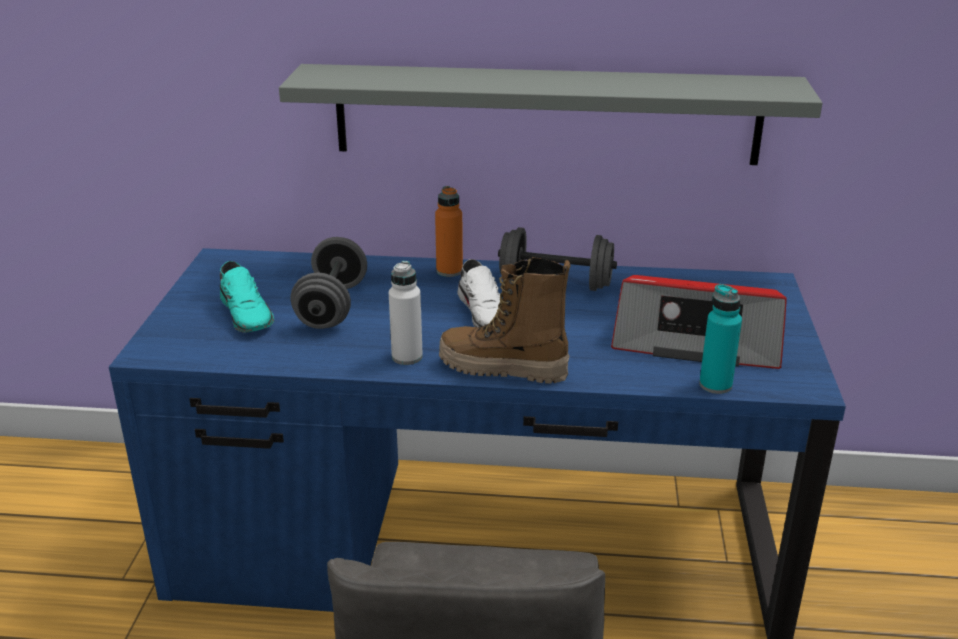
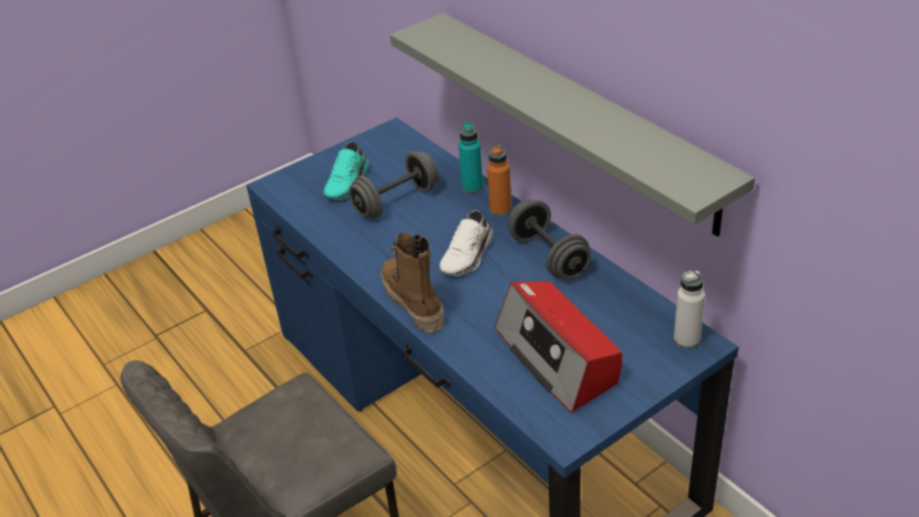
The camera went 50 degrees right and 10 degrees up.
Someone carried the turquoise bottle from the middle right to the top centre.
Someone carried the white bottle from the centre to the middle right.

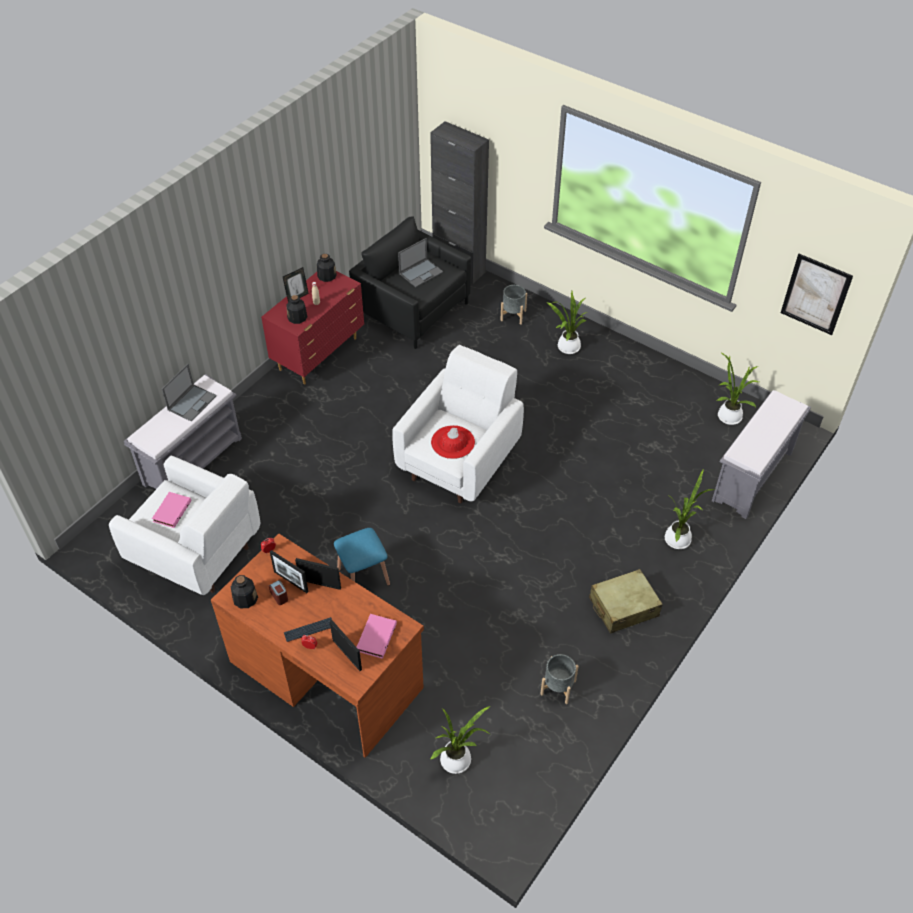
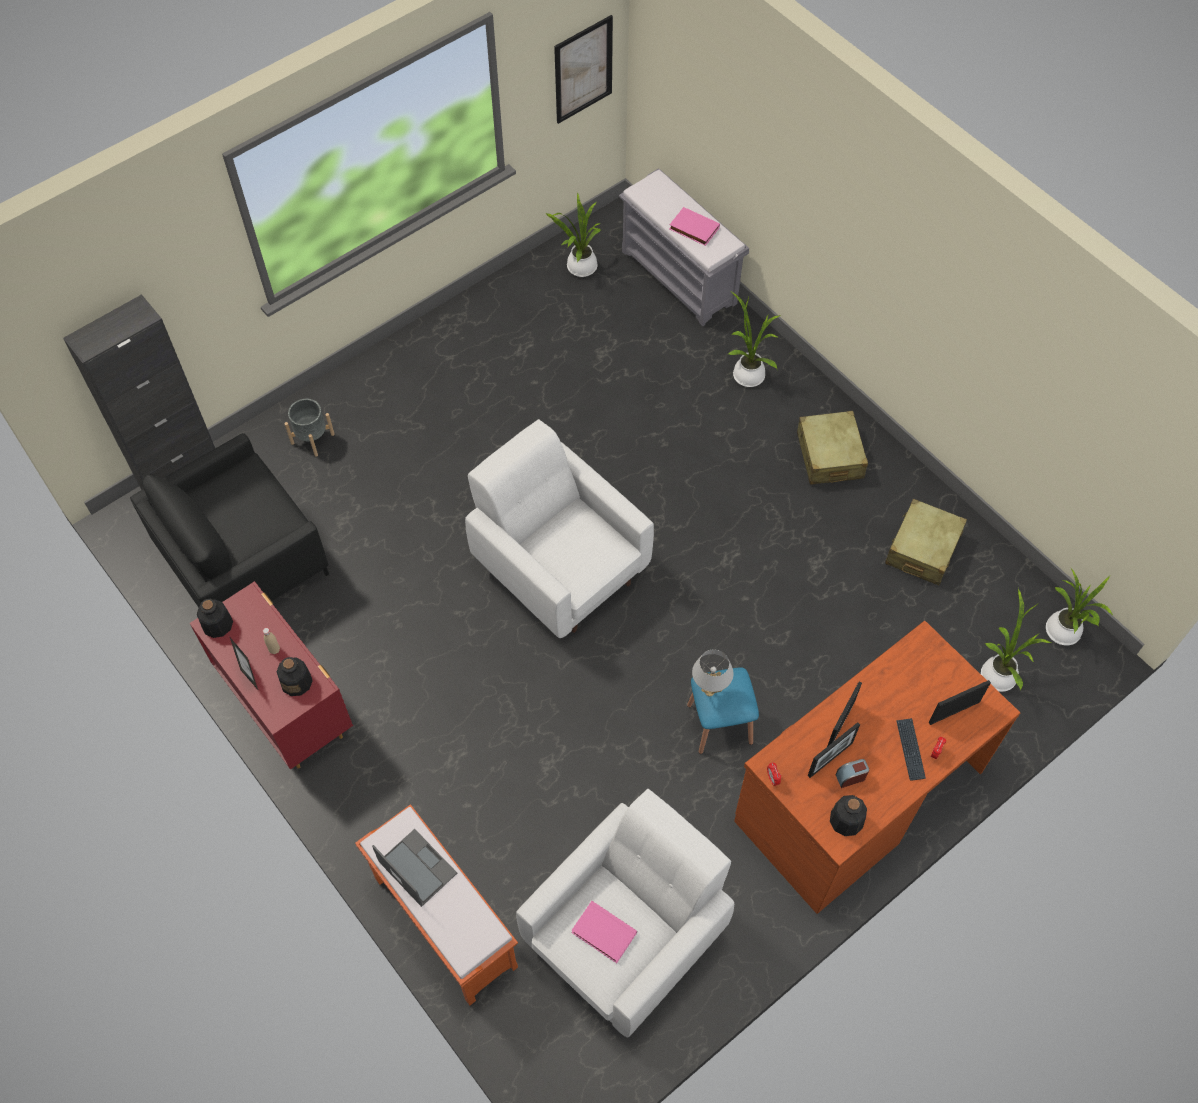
The camera went 75 degrees left and 10 degrees up.
Someone repainted the grey bench (1st from left) at the middle left, which became the orange bench at the bottom centre.
Someone carried the pink book (2nd from left) from the bottom centre to the top centre.
Someone put down the white table lamp at the centre.
Someone swapped the grey planter (2nd from left) at the bottom centre for the beige suitcase (2nd from left) at the middle right.
Someone carried the potted plant (2nd from left in the first image) from the centre to the middle right.
Someone took away the laptop (2nd from left) at the top centre.
Someone took away the red hat at the centre.

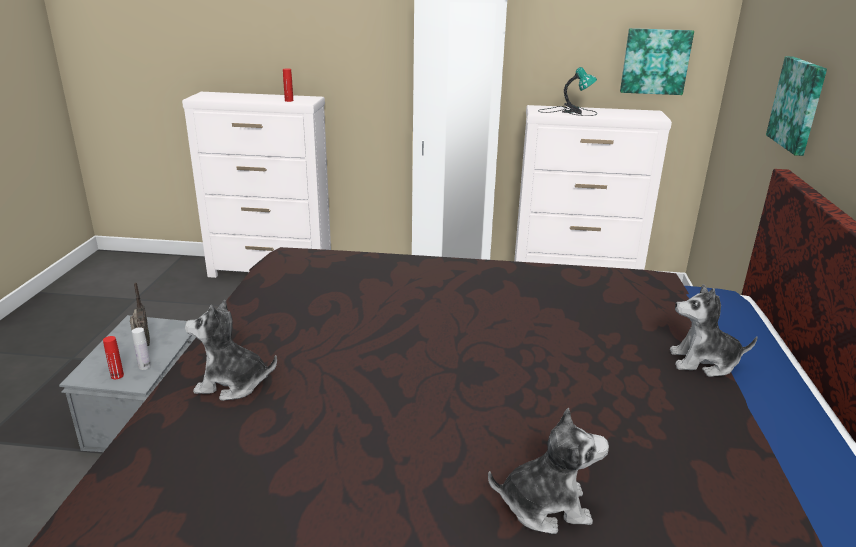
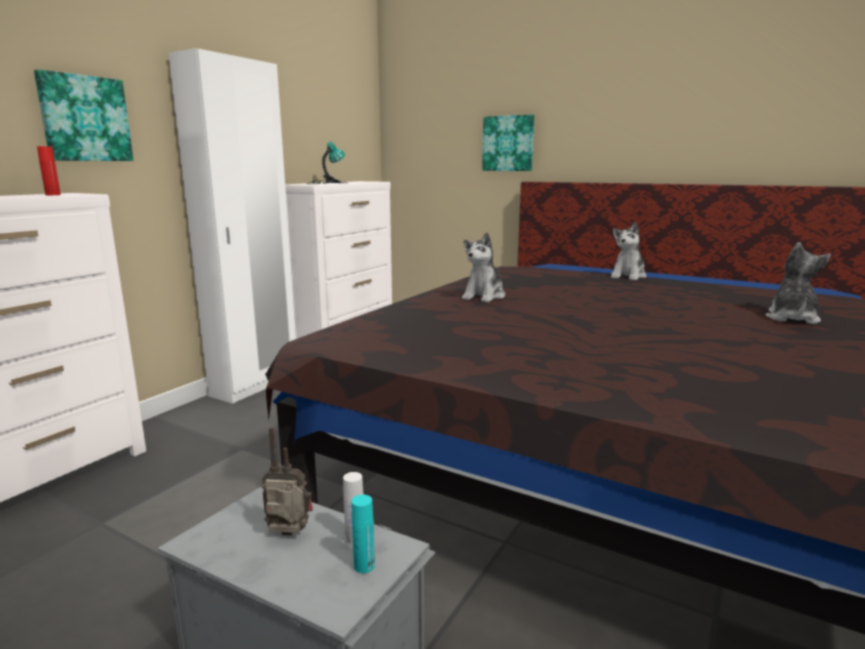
The camera went 65 degrees left and 10 degrees down.
Someone carried the picture (1st from left) from the top right to the top left.
Someone repainted the red bottle (1st from left) at the middle left, which became the turquoise bottle at the bottom centre.
Someone carried the plush toy (1st from left) from the middle left to the centre.

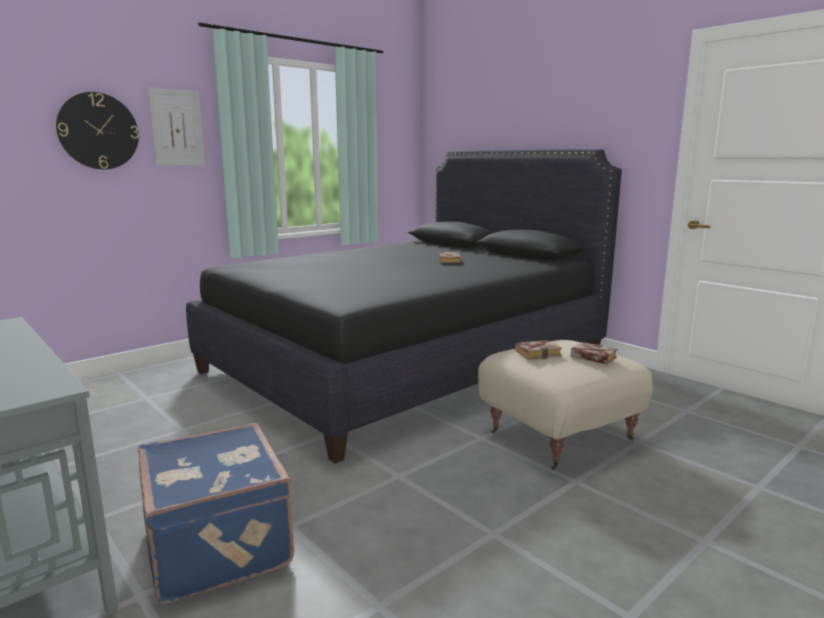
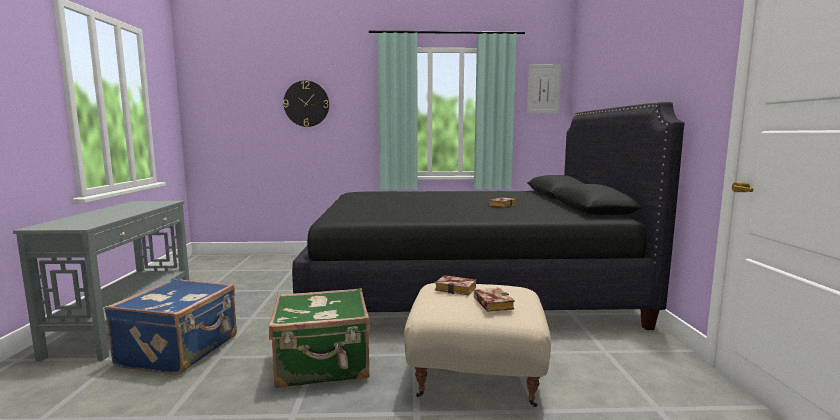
The camera went 40 degrees right and 5 degrees down.
Someone put down the green suitcase at the bottom centre.
Someone carried the picture from the top left to the top centre.

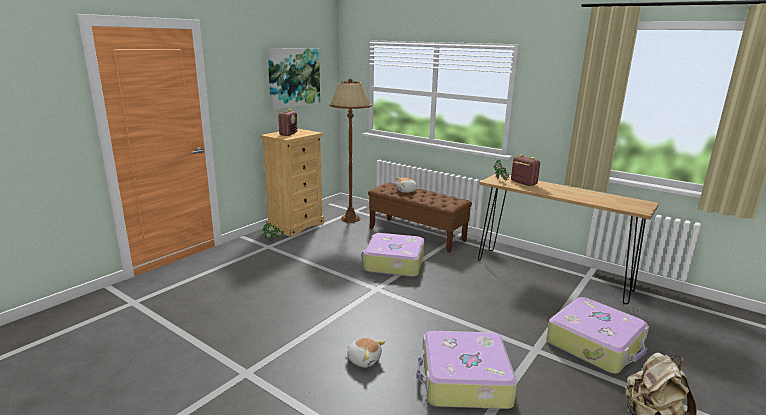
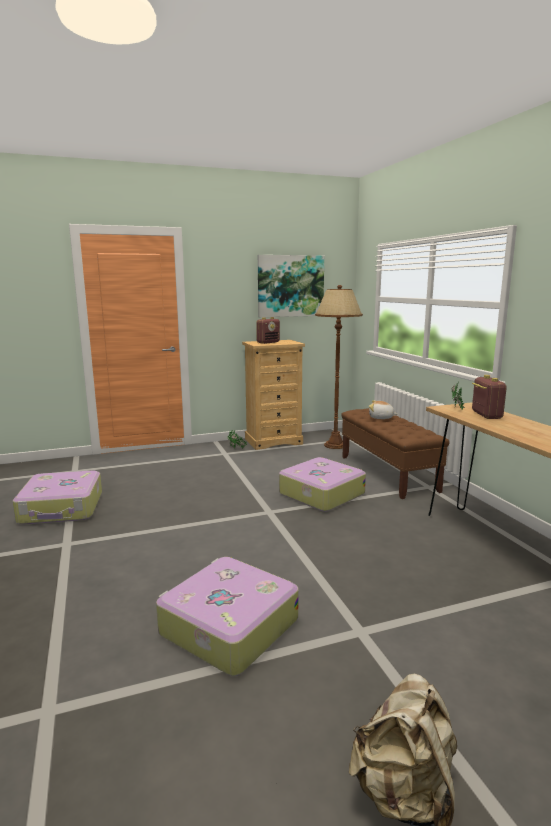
The camera went 35 degrees right and 5 degrees down.
Someone carried the suitcase (3rd from left in the first image) from the bottom right to the middle left.
Someone took away the plush toy (1st from left) at the bottom centre.

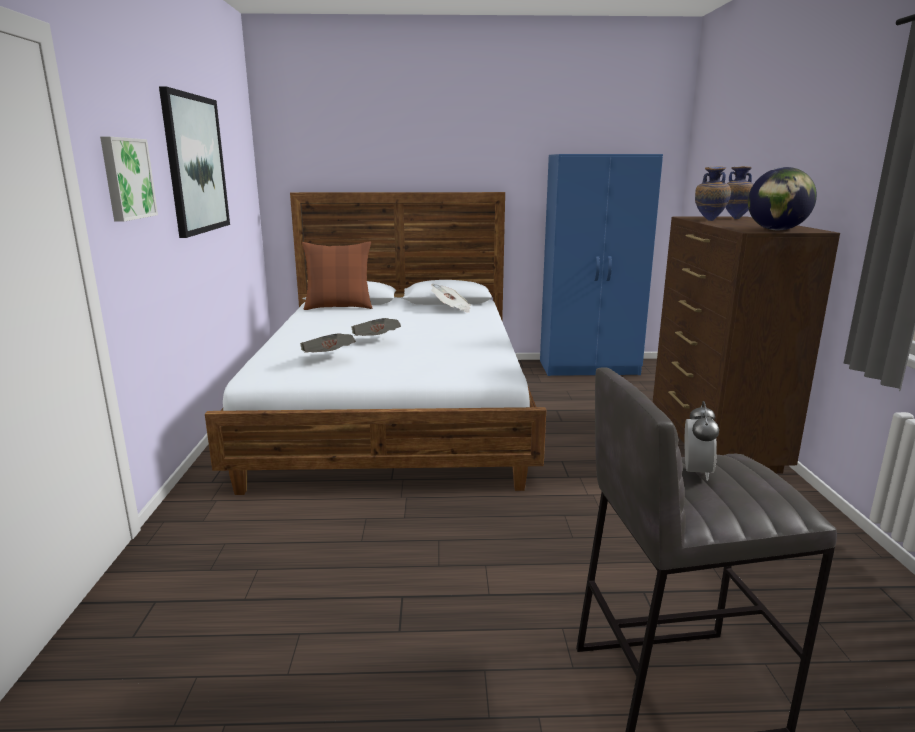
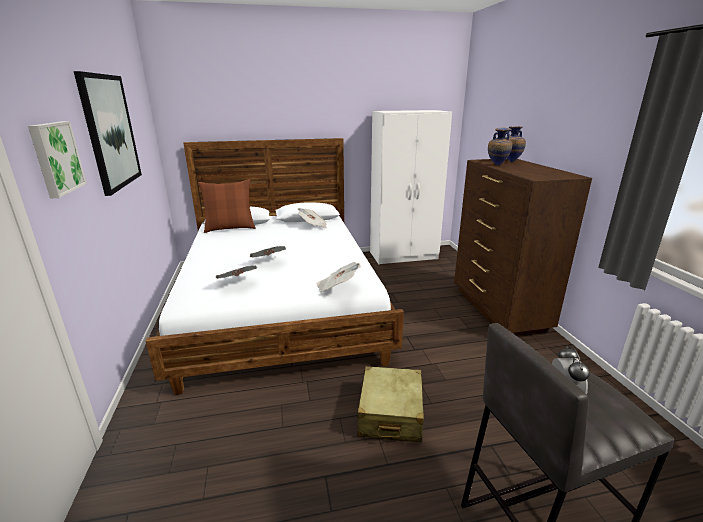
The camera went 10 degrees left and 5 degrees up.
Someone put down the newspaper (4th from left) at the centre.
Someone put down the beige suitcase at the bottom centre.
Someone repainted the blue wardrobe at the centre, which became the white wardrobe at the centre.
Someone took away the globe at the top right.

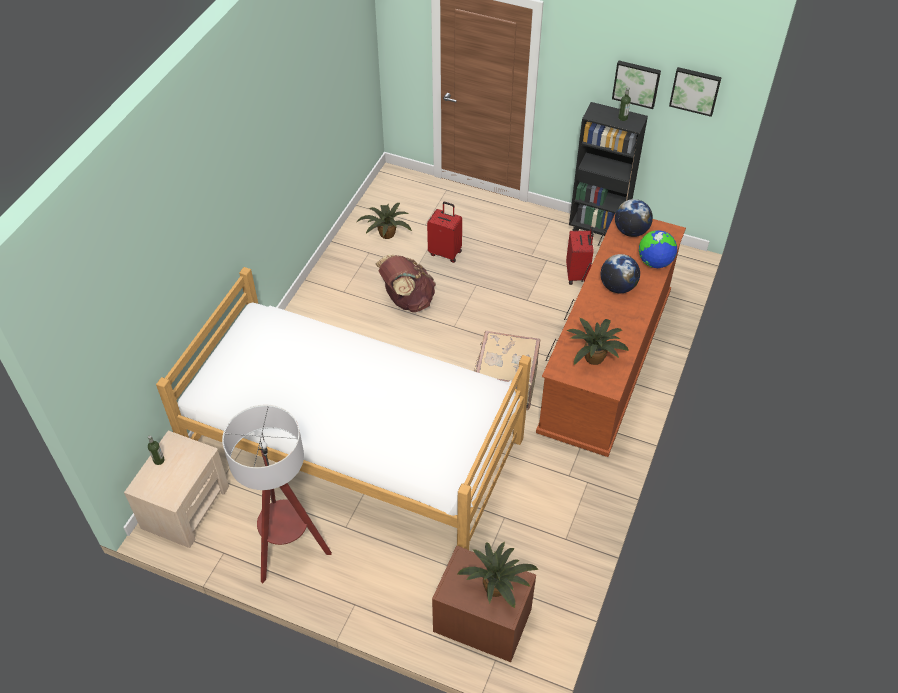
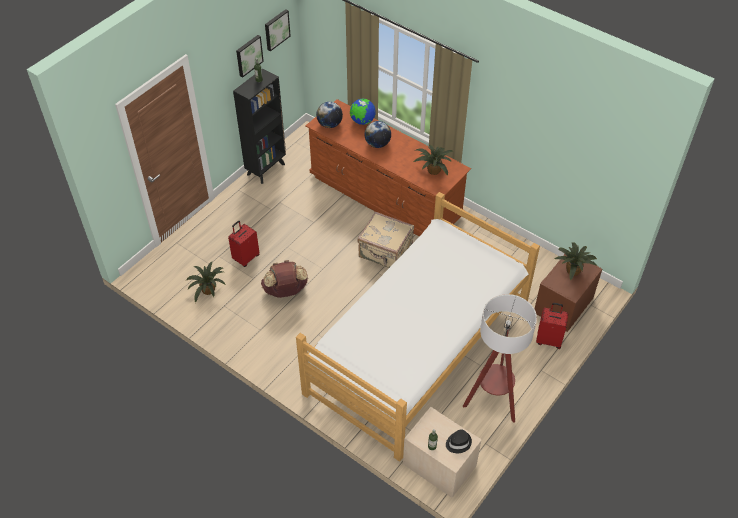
The camera went 75 degrees left and 0 degrees up.
Someone put down the black hat at the bottom centre.
Someone carried the red suitcase (2nd from left) from the centre to the middle right.

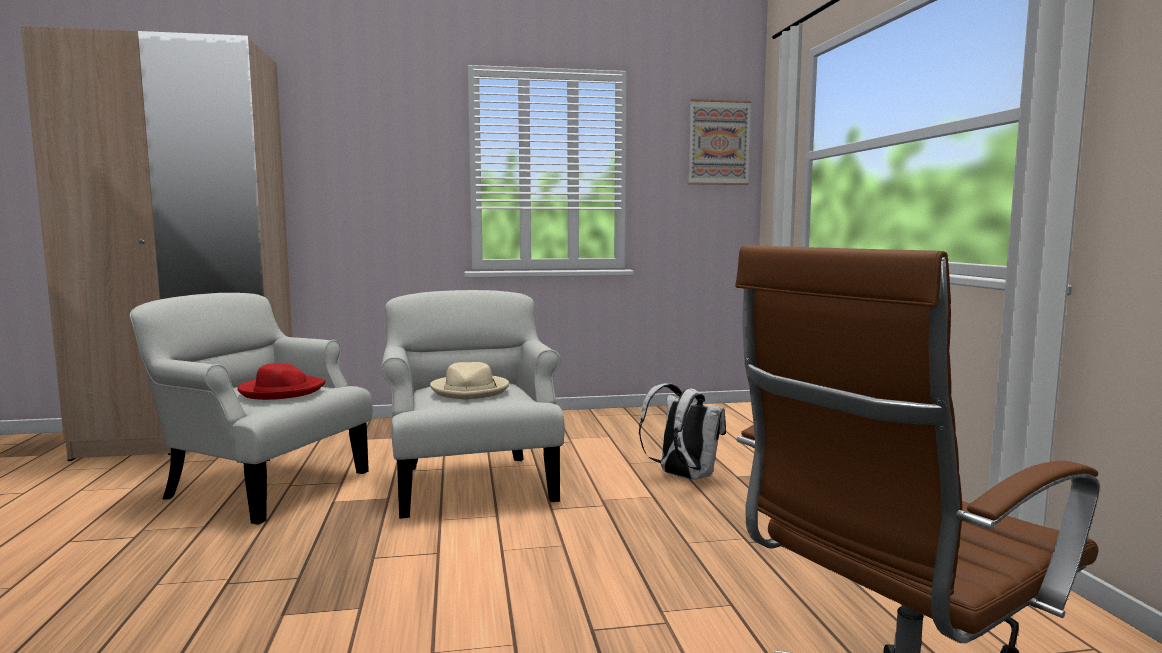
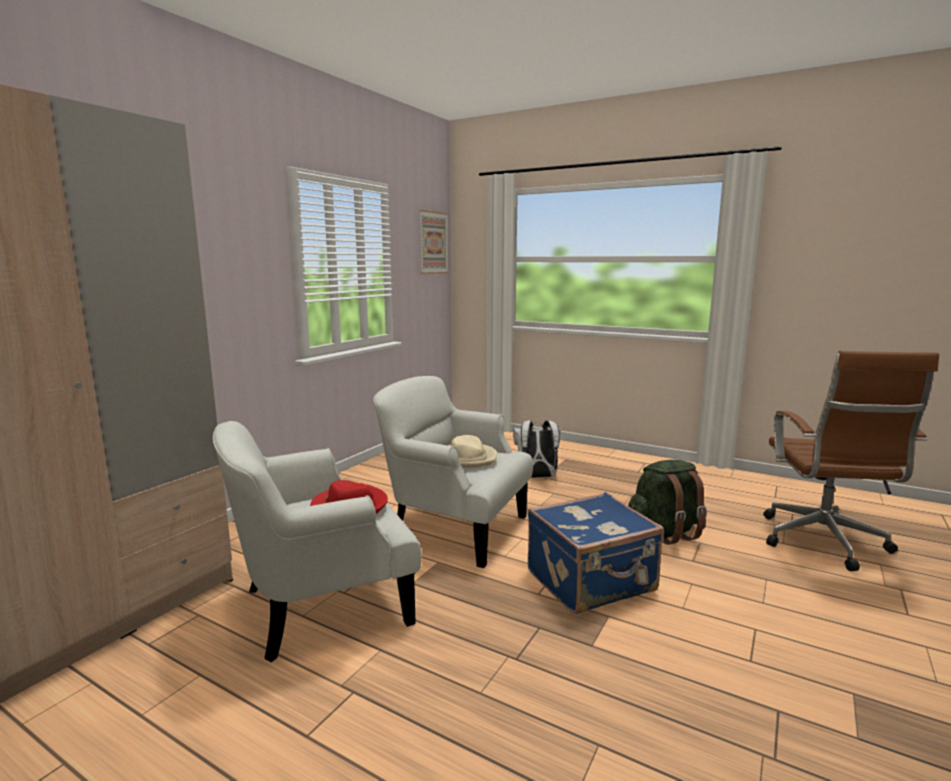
The camera went 50 degrees left and 5 degrees up.
Someone put down the blue suitcase at the bottom centre.
Someone put down the green backpack at the middle right.

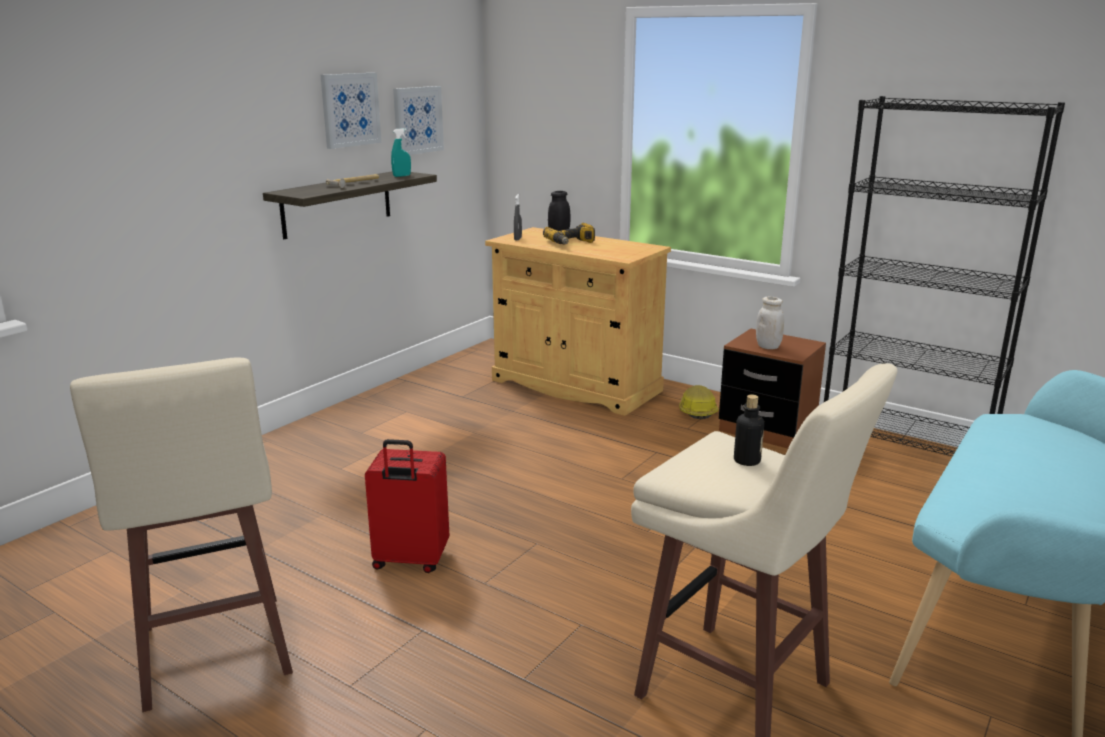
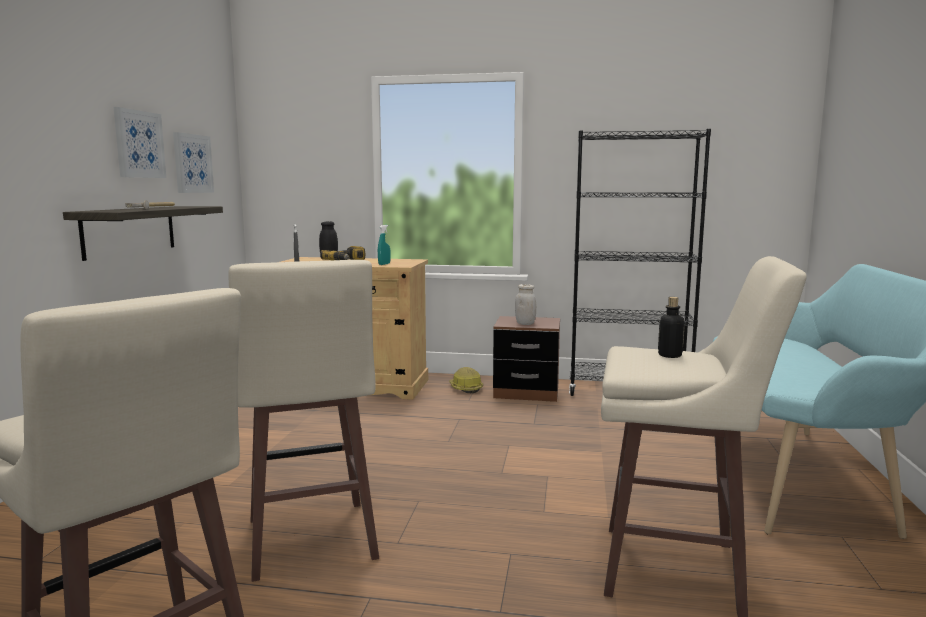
The camera went 25 degrees left and 10 degrees down.
Someone swapped the red suitcase at the bottom centre for the beige stool (2nd from left) at the bottom left.
Someone carried the turquoise spray bottle from the top centre to the centre.

